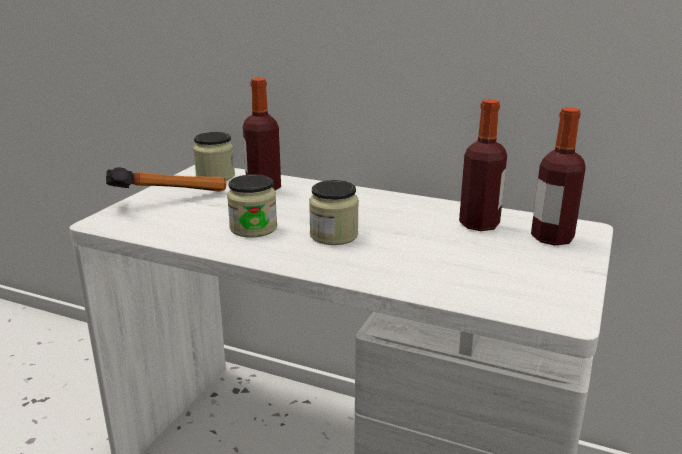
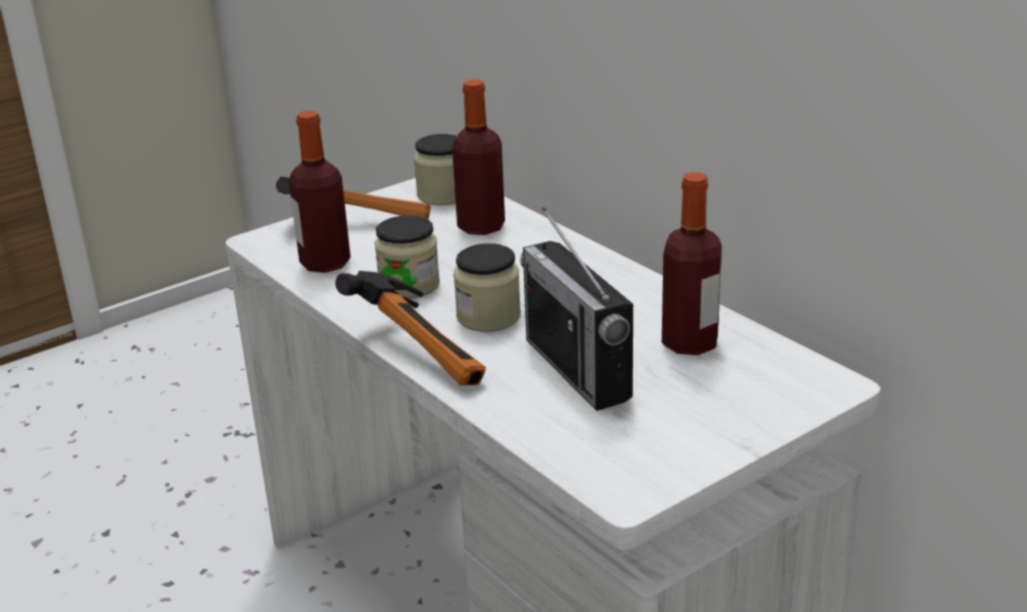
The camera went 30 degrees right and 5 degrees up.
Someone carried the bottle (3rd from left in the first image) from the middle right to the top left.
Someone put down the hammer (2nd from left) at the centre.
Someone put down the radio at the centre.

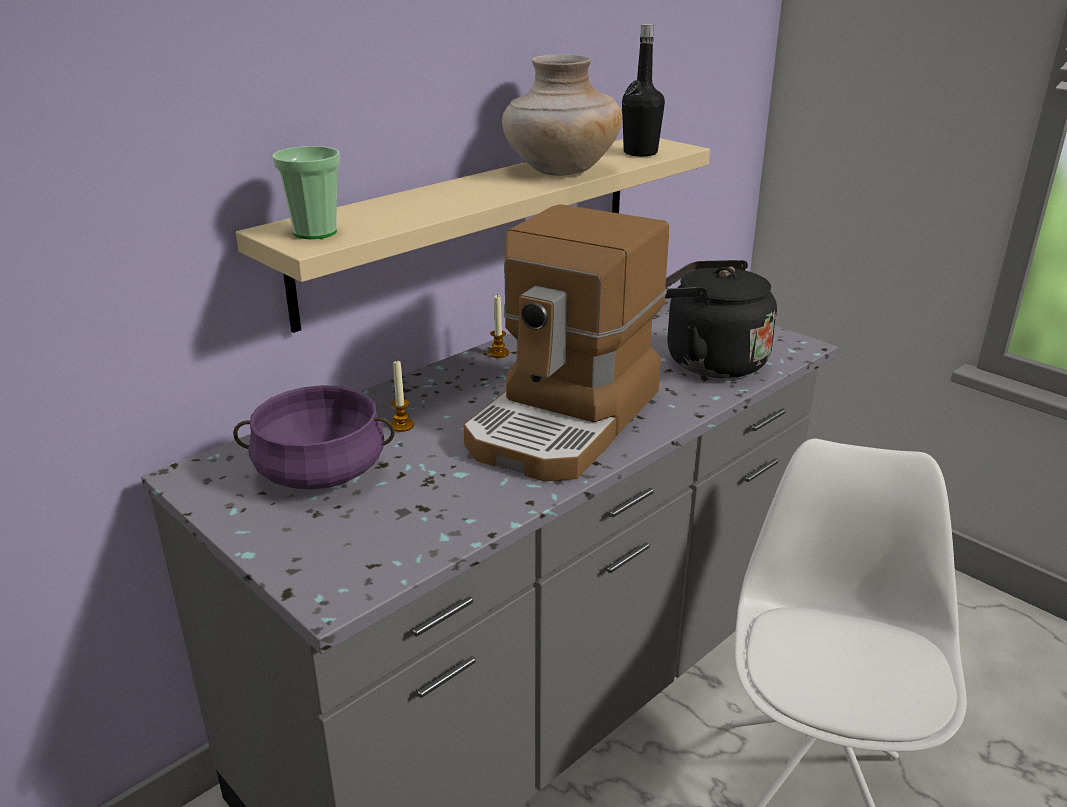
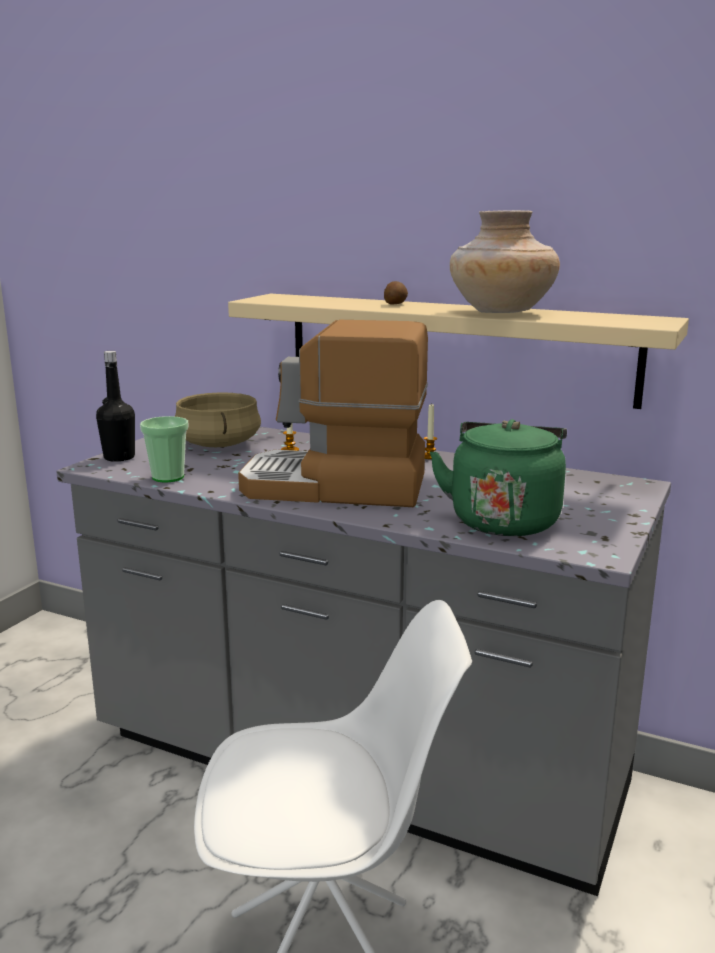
The camera went 70 degrees right and 10 degrees down.
Someone carried the black bottle from the top centre to the middle left.
Someone carried the cup from the top left to the middle left.
Someone repainted the purple cooking pot at the middle left, which became the beige cooking pot at the middle left.
Someone put down the potato at the top centre.
Someone repainted the black kettle at the middle right, which became the green kettle at the middle right.

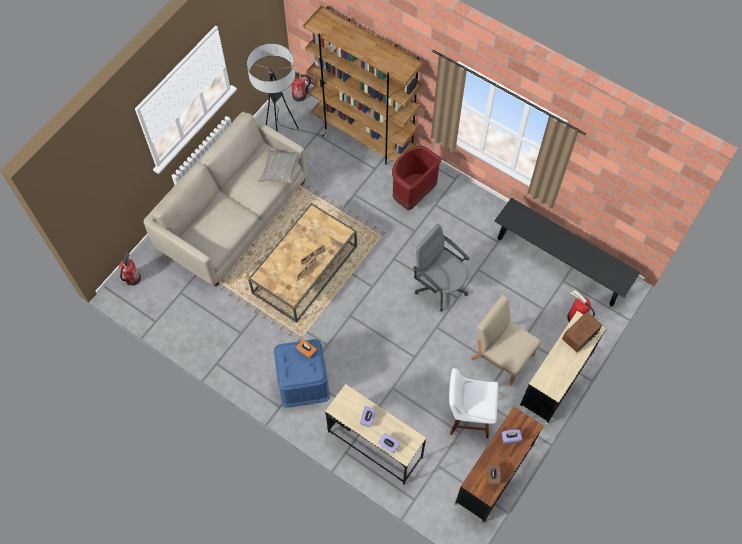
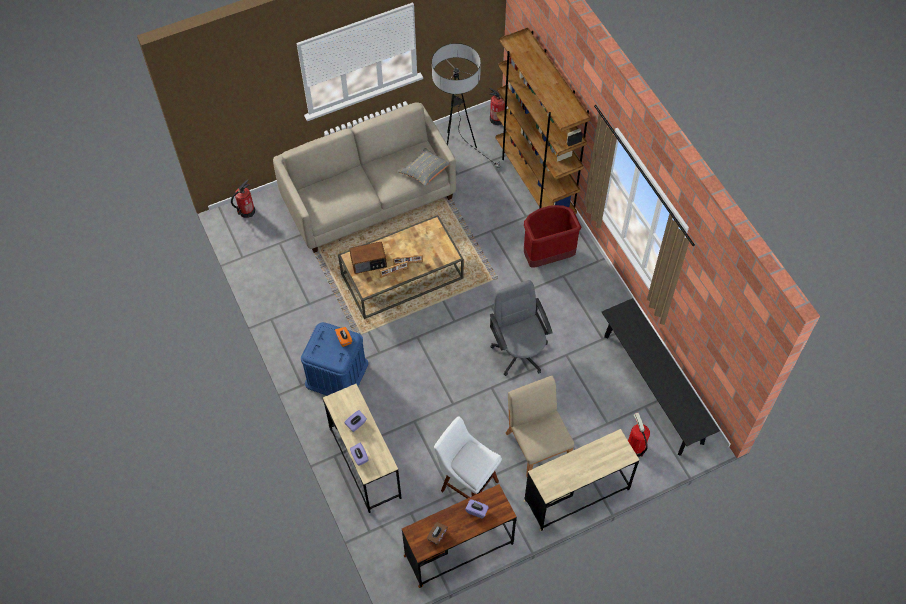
The camera went 30 degrees right and 5 degrees down.
Someone carried the radio from the middle right to the centre.

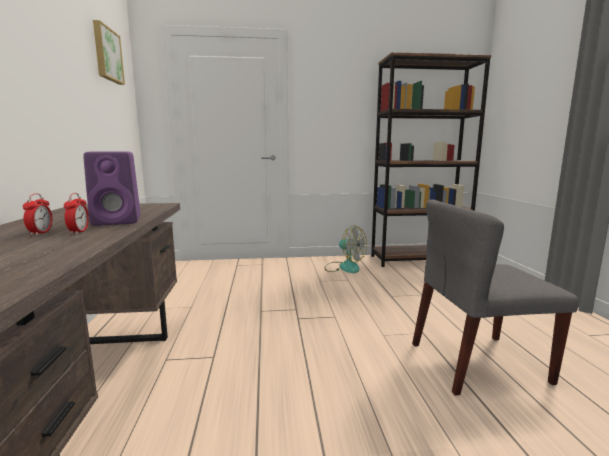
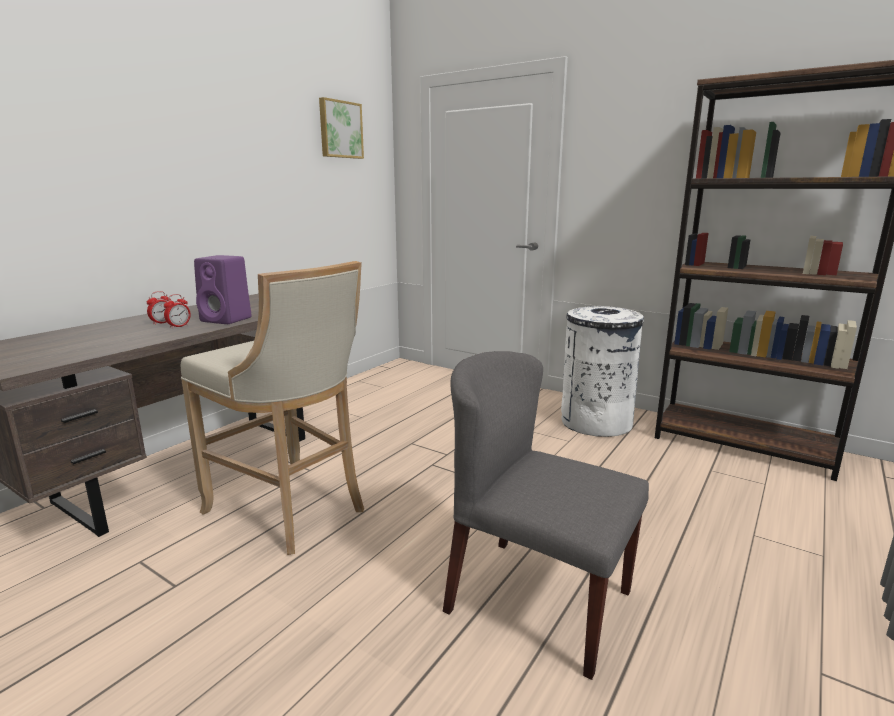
The camera went 40 degrees right and 5 degrees up.
Someone put down the beige stool at the middle left.
Someone swapped the fan at the centre for the white trash can at the middle right.

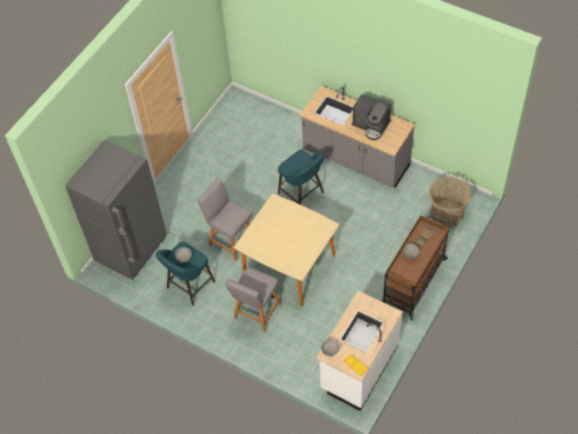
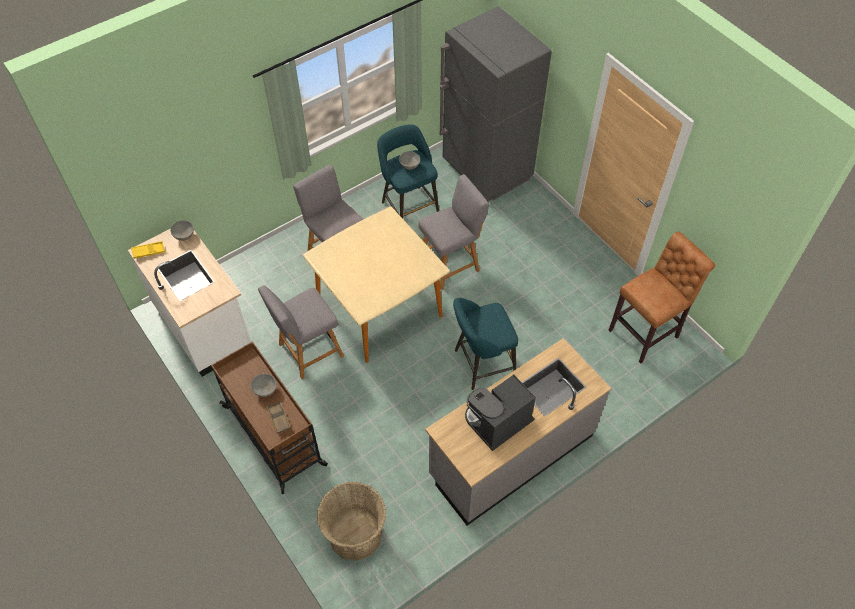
The camera went 110 degrees right and 0 degrees up.
Someone put down the grey chair (1st from left) at the centre.
Someone put down the brown stool at the middle right.

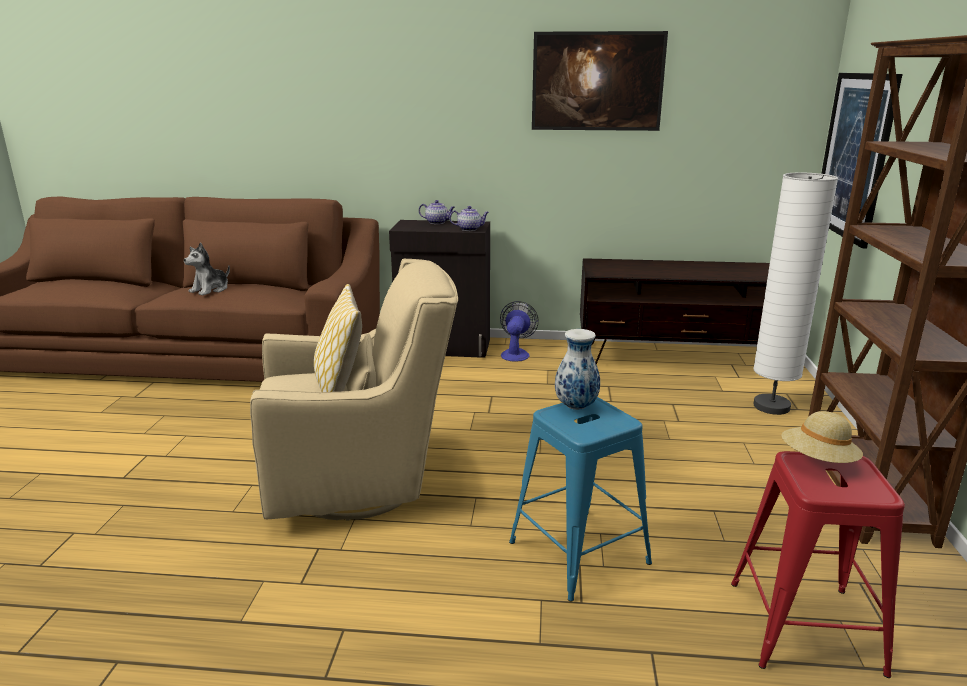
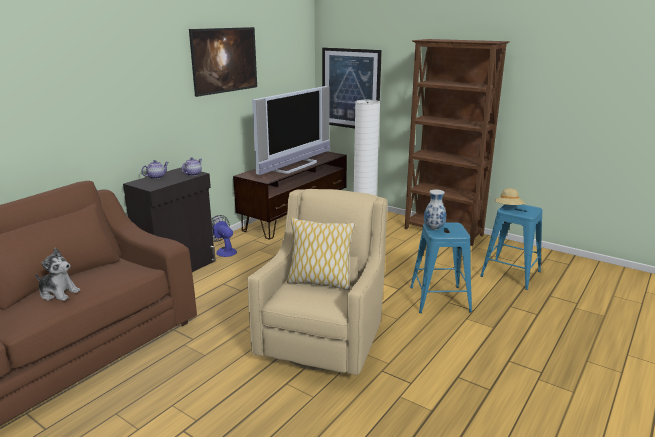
The camera went 60 degrees left and 0 degrees up.
Someone rotated the plush toy at the middle left by 45 degrees counterclockwise.
Someone put down the television at the top centre.
Someone repainted the red stool at the bottom right, which became the blue stool (2nd from left) at the middle right.

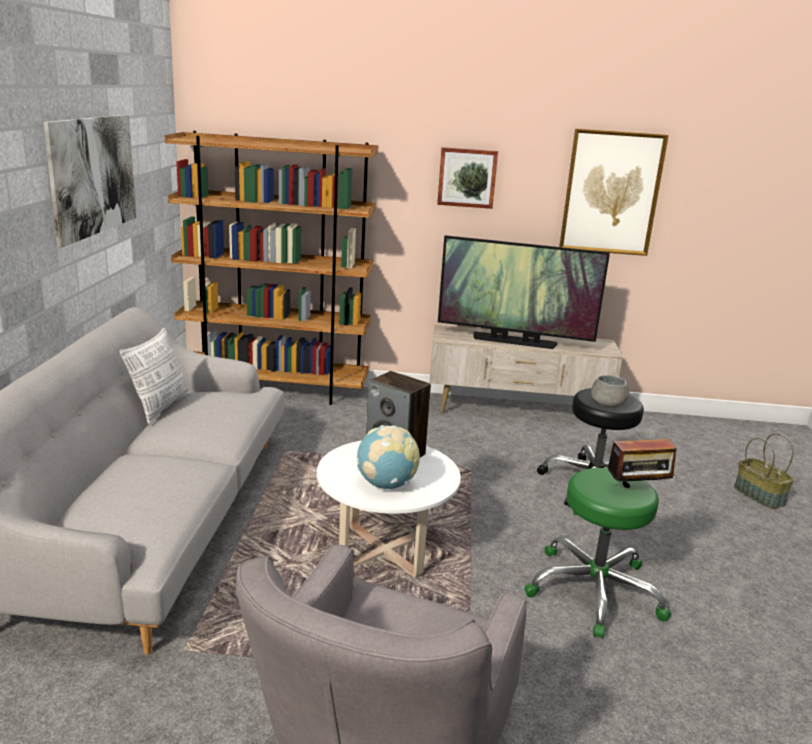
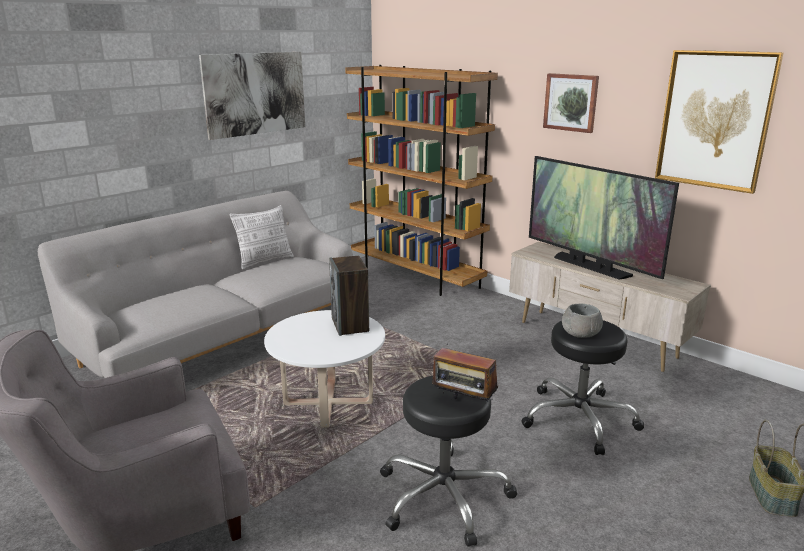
The camera went 40 degrees right and 0 degrees up.
Someone repainted the green stool at the bottom right, which became the black stool (1st from left) at the bottom centre.
Someone took away the globe at the centre.

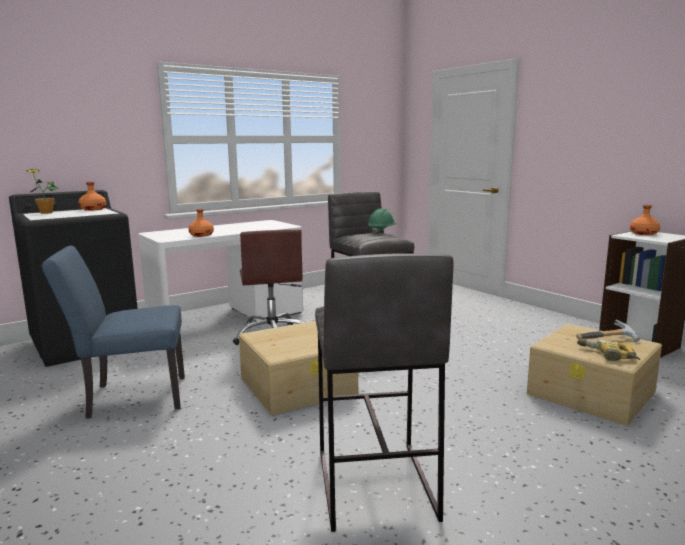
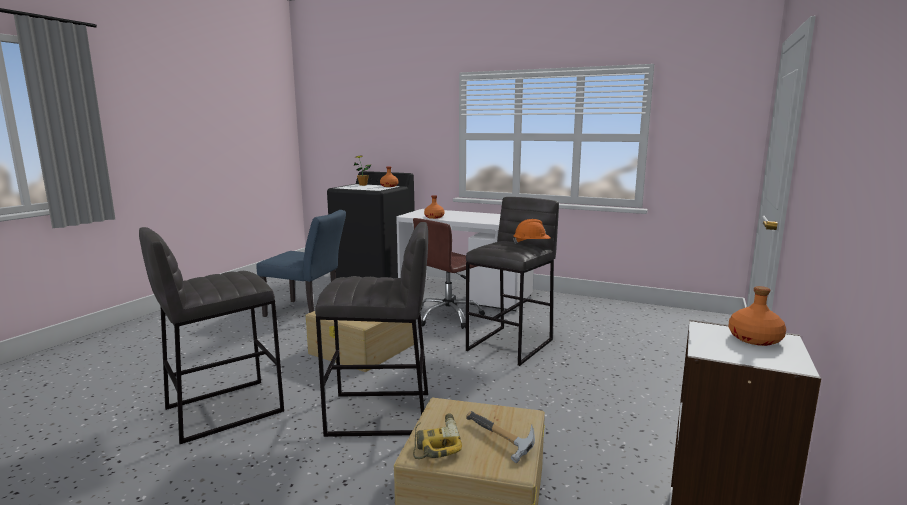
The camera went 60 degrees right and 0 degrees up.
Someone rotated the blue chair at the middle left by 150 degrees clockwise.
Someone put down the grey stool (2nd from left) at the centre.
Someone repainted the green hard hat at the centre, which became the orange hard hat at the centre.

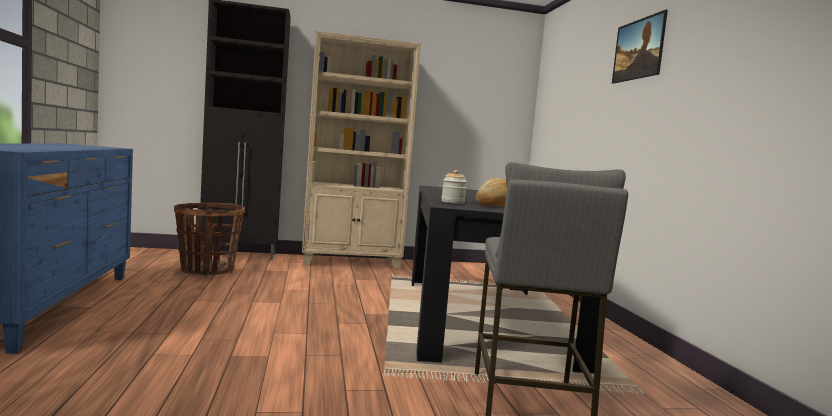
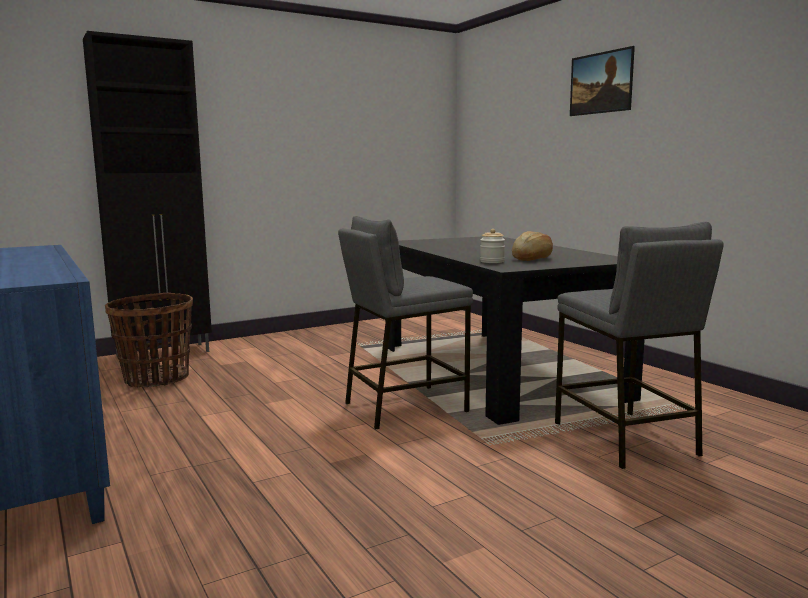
The camera went 20 degrees left and 5 degrees up.
Someone put down the grey stool (1st from left) at the centre.
Someone took away the beige bookcase at the centre.

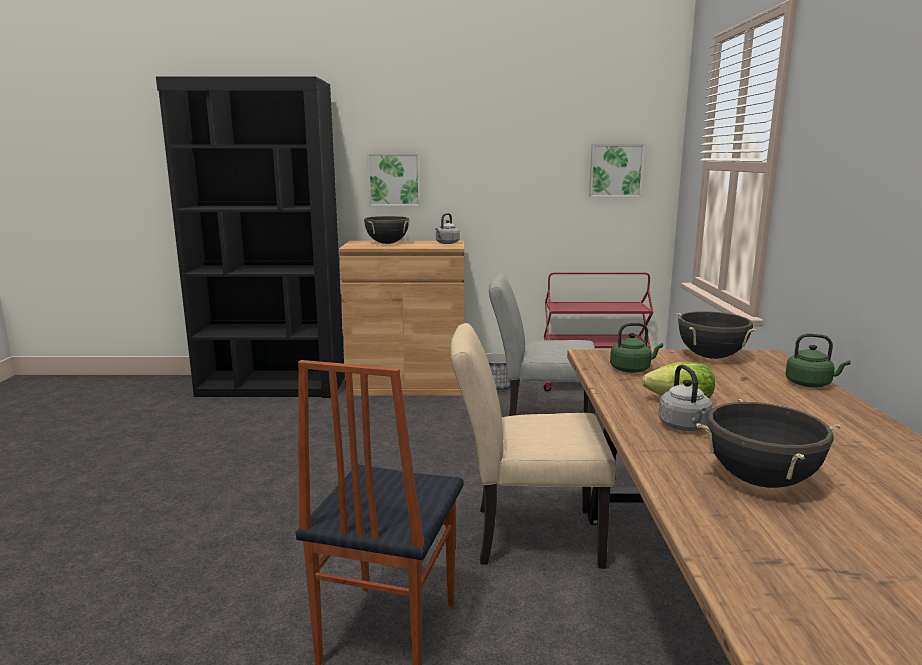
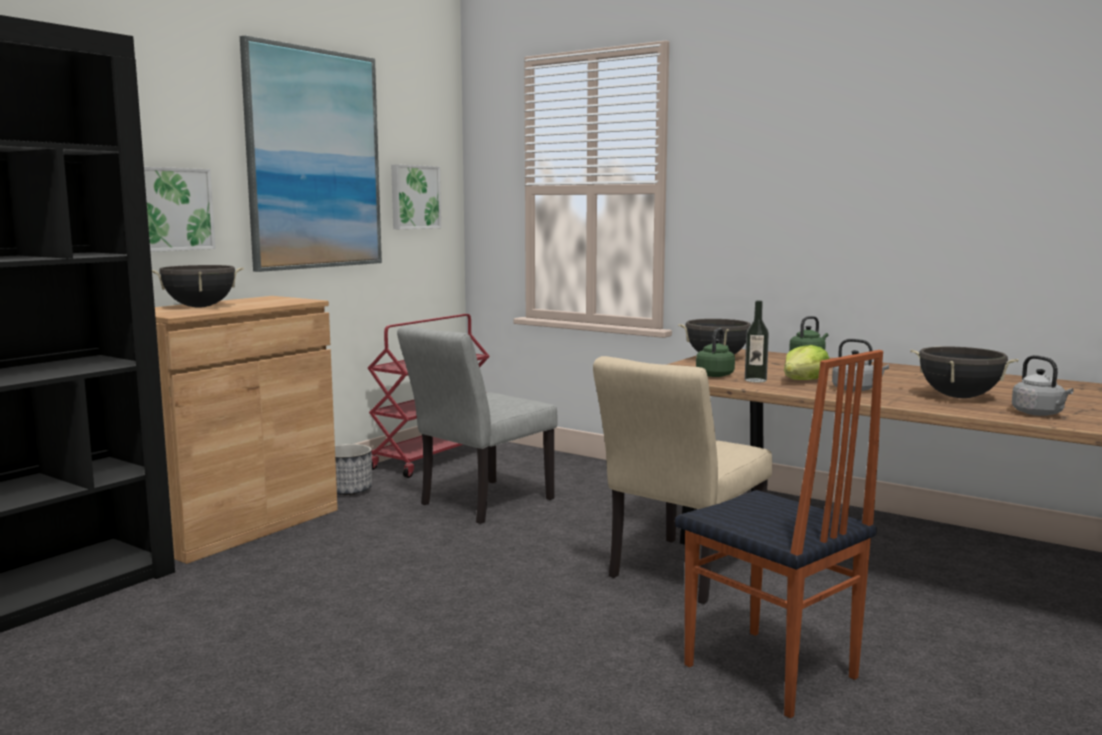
The camera went 55 degrees left and 5 degrees down.
Someone put up the picture (2nd from left) at the top left.
Someone put down the bottle at the middle right.
Someone carried the grey kettle (1st from left in the first image) from the centre to the middle right.

